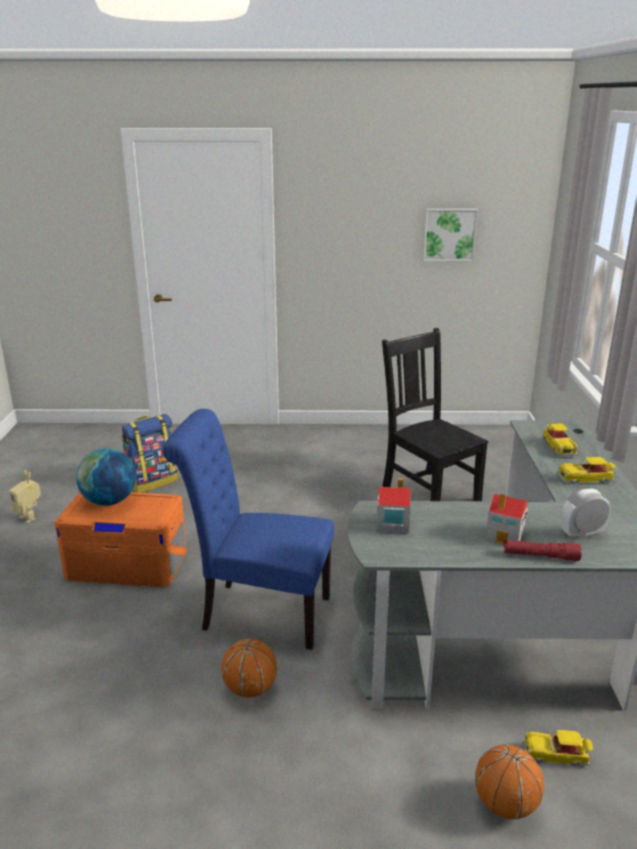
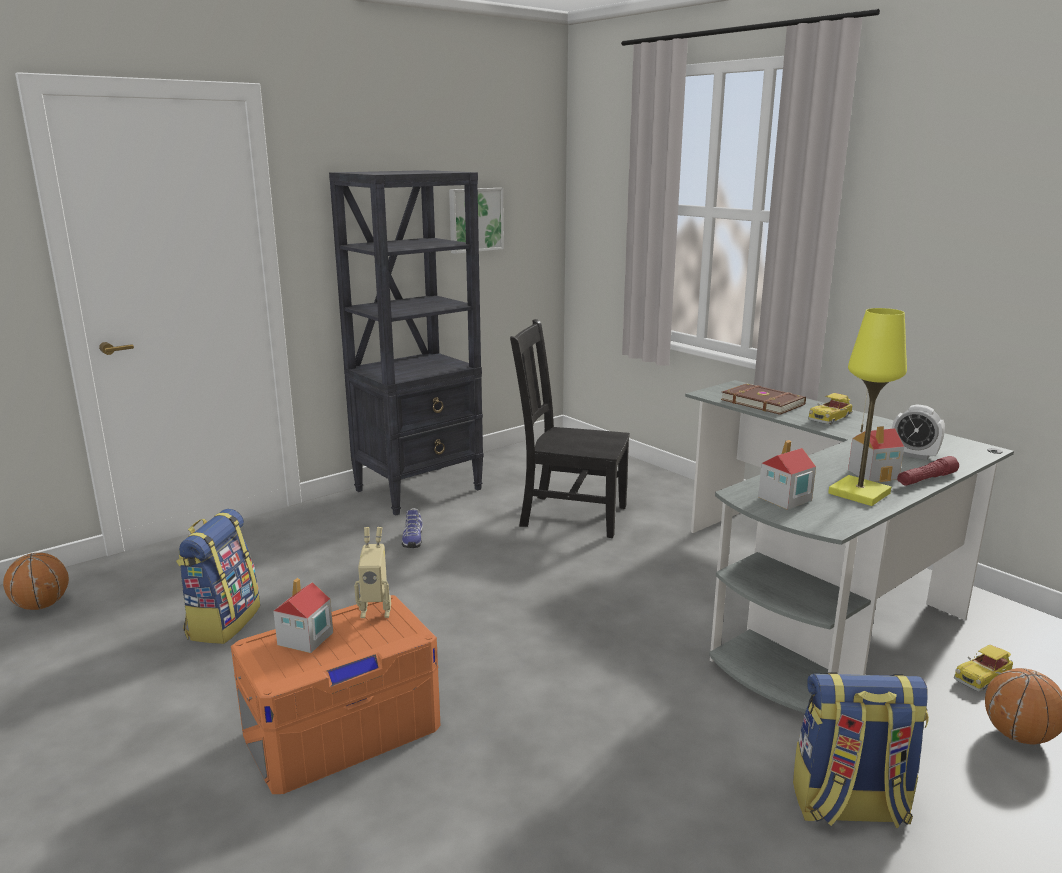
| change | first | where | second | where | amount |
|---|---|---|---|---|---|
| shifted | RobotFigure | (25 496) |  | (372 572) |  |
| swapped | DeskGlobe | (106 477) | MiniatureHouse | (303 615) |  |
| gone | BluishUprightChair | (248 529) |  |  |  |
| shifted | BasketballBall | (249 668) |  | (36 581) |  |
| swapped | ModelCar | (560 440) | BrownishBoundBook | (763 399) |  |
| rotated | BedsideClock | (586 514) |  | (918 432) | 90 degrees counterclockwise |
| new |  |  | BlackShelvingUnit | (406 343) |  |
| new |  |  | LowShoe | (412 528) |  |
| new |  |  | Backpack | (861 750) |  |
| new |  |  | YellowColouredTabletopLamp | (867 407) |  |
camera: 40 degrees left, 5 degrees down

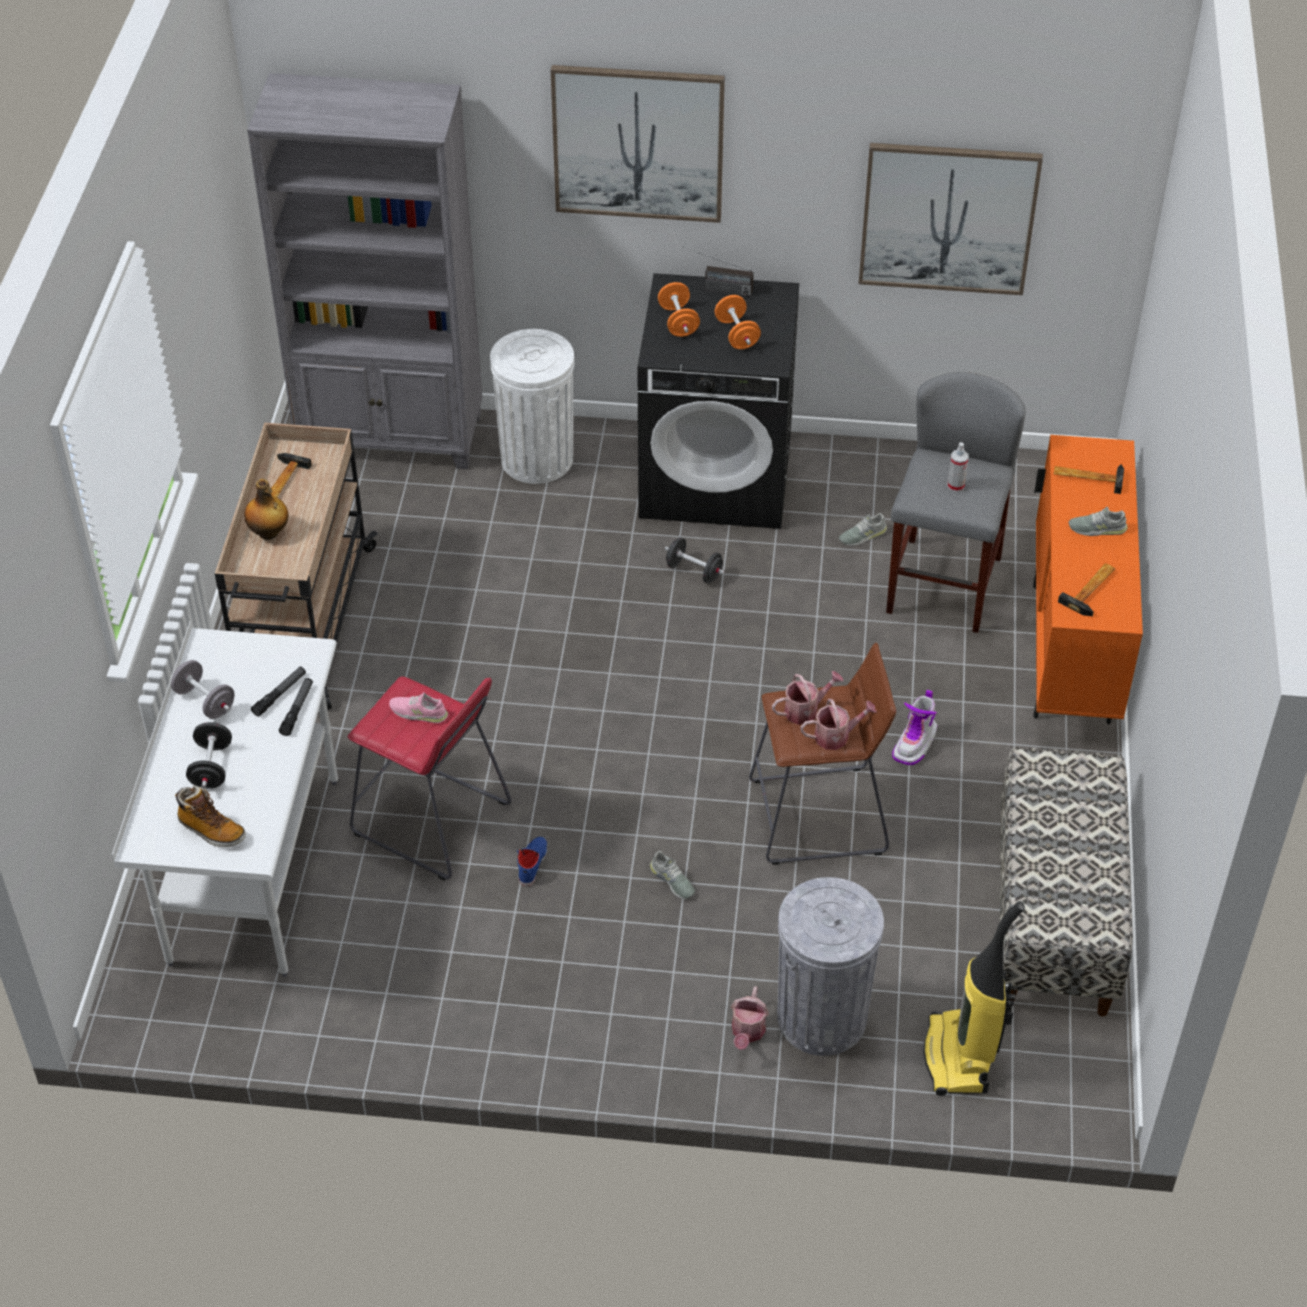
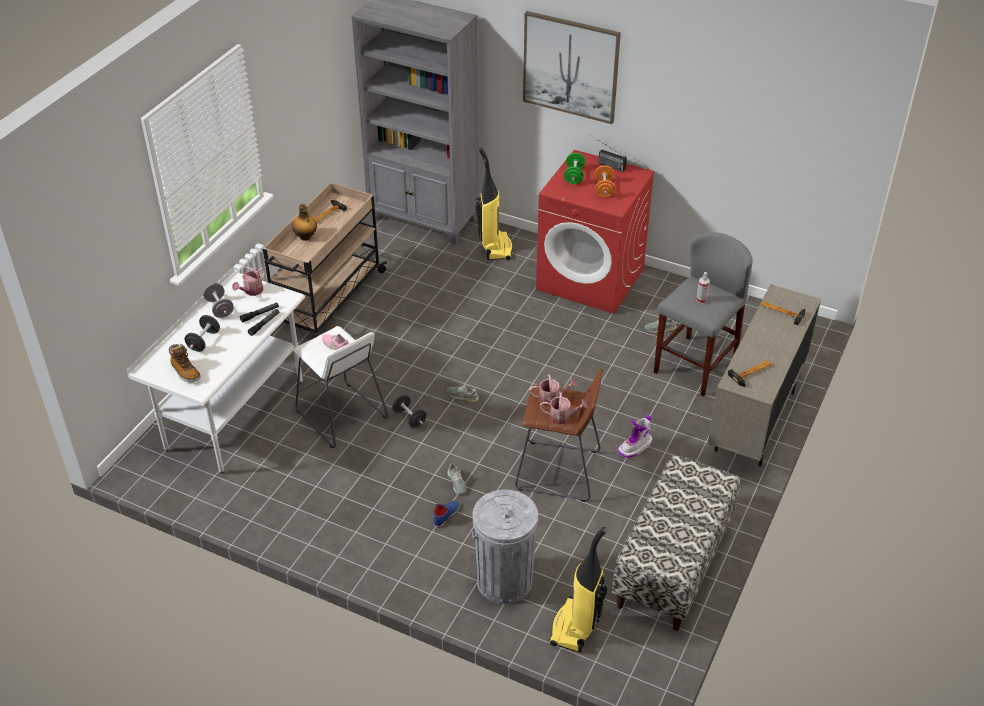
| change | first | where | second | where | amount |
|---|---|---|---|---|---|
| repainted | RedColouredStool | (430 778) | WhiteStool | (340 387) |  |
| swapped | WhiteWasteBin | (532 406) | VacuumCleaner | (494 204) |  |
| shifted | BluishLowShoe | (532 861) |  | (446 514) |  |
| repainted | BlackLaundryMachine | (718 401) | RedColouredLaundryMachine | (595 232) |  |
| repainted | OrangeDumbbell | (679 309) | GreenColouredDumbbell | (574 168) |  |
| shifted | BlackDumbbell | (695 560) |  | (409 411) |  |
| shifted | WateringPot | (750 1018) |  | (248 281) |  |
| gone | WallPicture | (951 219) |  |  |  |
| repainted | OrangeStorageCabinet | (1088 579) | SandColouredStorageCabinet | (764 375) |  |
| shifted | GreyLowShoe | (1098 521) |  | (463 393) |  |
camera: 20 degrees right, 5 degrees down

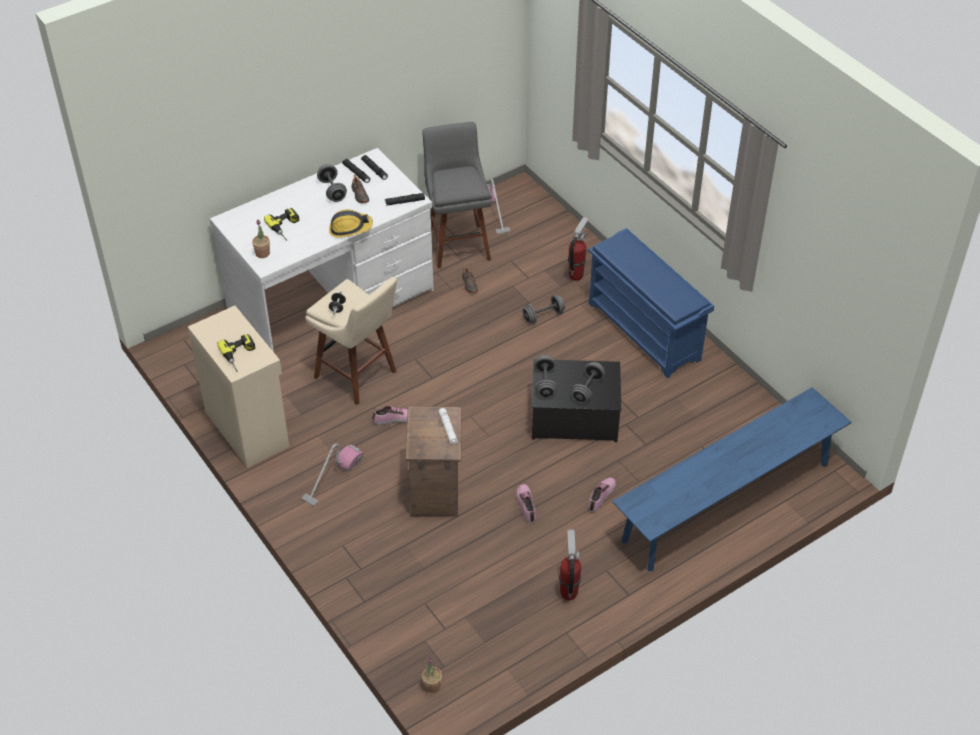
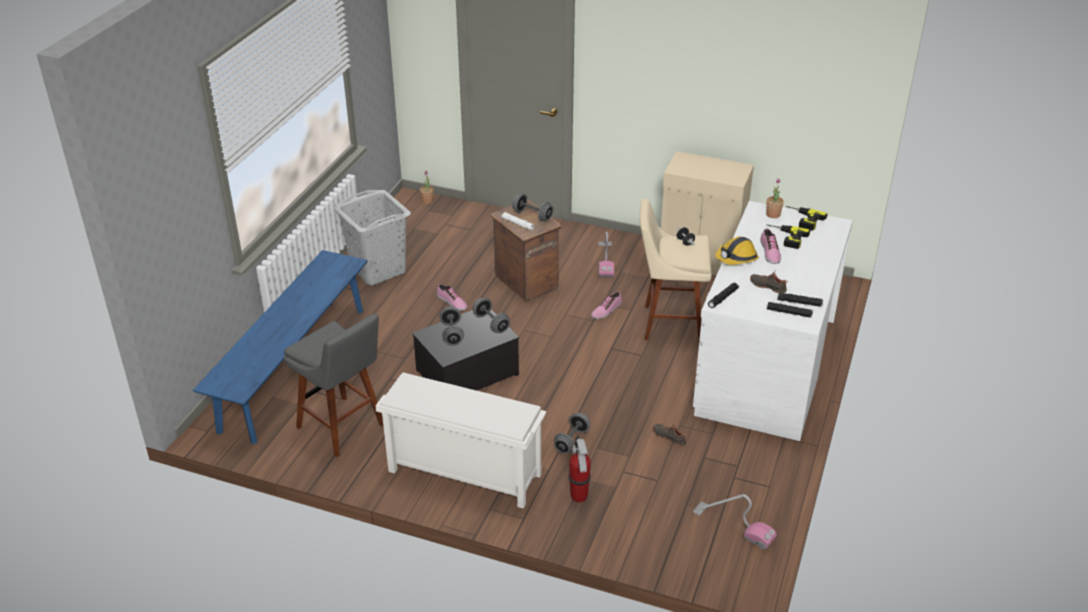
| change | first | where | second | where | amount |
|---|---|---|---|---|---|
| shifted | ElectricDrill | (236 353) |  | (807 218) |  |
| shifted | GreyDumbbell | (332 183) |  | (532 207) |  |
| shifted | GreyStool | (457 195) |  | (333 385) |  |
| swapped | FireExtinguisher | (570 565) | GreyLaundryBasket | (372 237) |  |
| repainted | BluishShoeShelf | (651 303) | WhiteShoeShelf | (461 440) |  |
| shifted | LowShoe | (602 494) |  | (770 246) |  |
camera: 145 degrees right, 10 degrees down

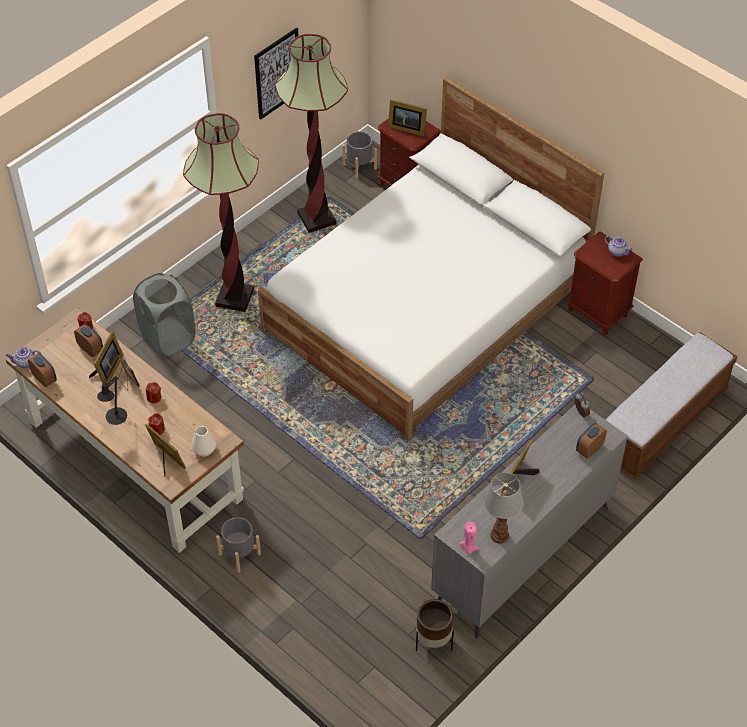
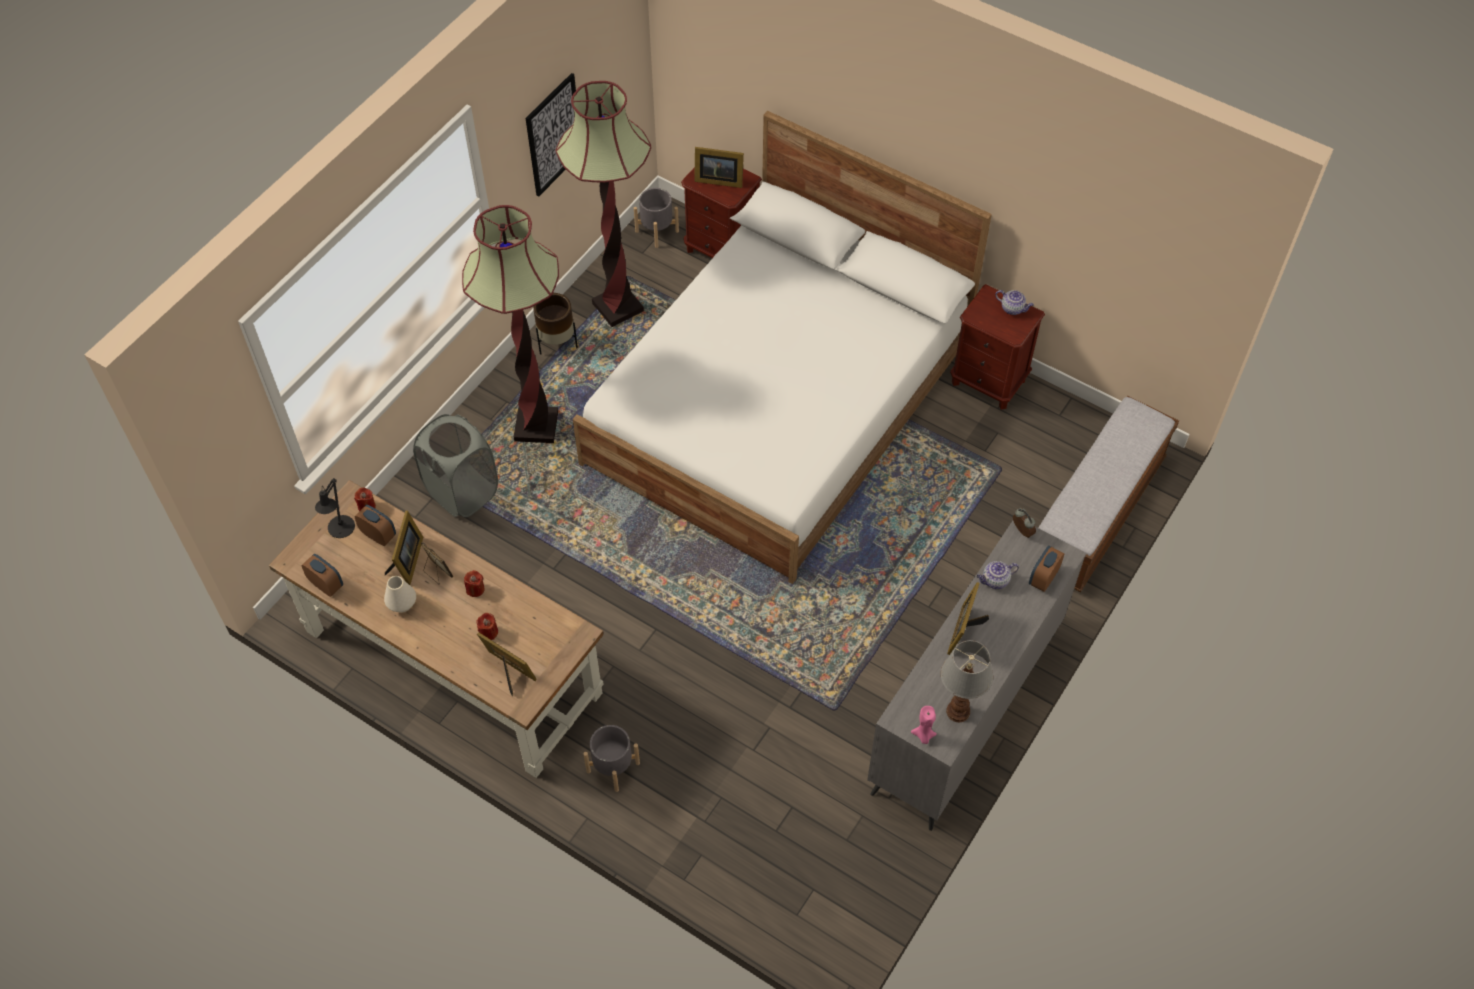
| change | first | where | second | where | amount |
|---|---|---|---|---|---|
| shifted | Teapot | (23 357) |  | (998 575) |  |
| shifted | BlackTabletopLamp | (112 400) |  | (335 508) |  |
| shifted | WhiteDecorativeVase | (203 441) |  | (400 594) |  |
| shifted | BrownishFlowerPot | (435 625) |  | (555 324) |  |
camera: 10 degrees left, 5 degrees up

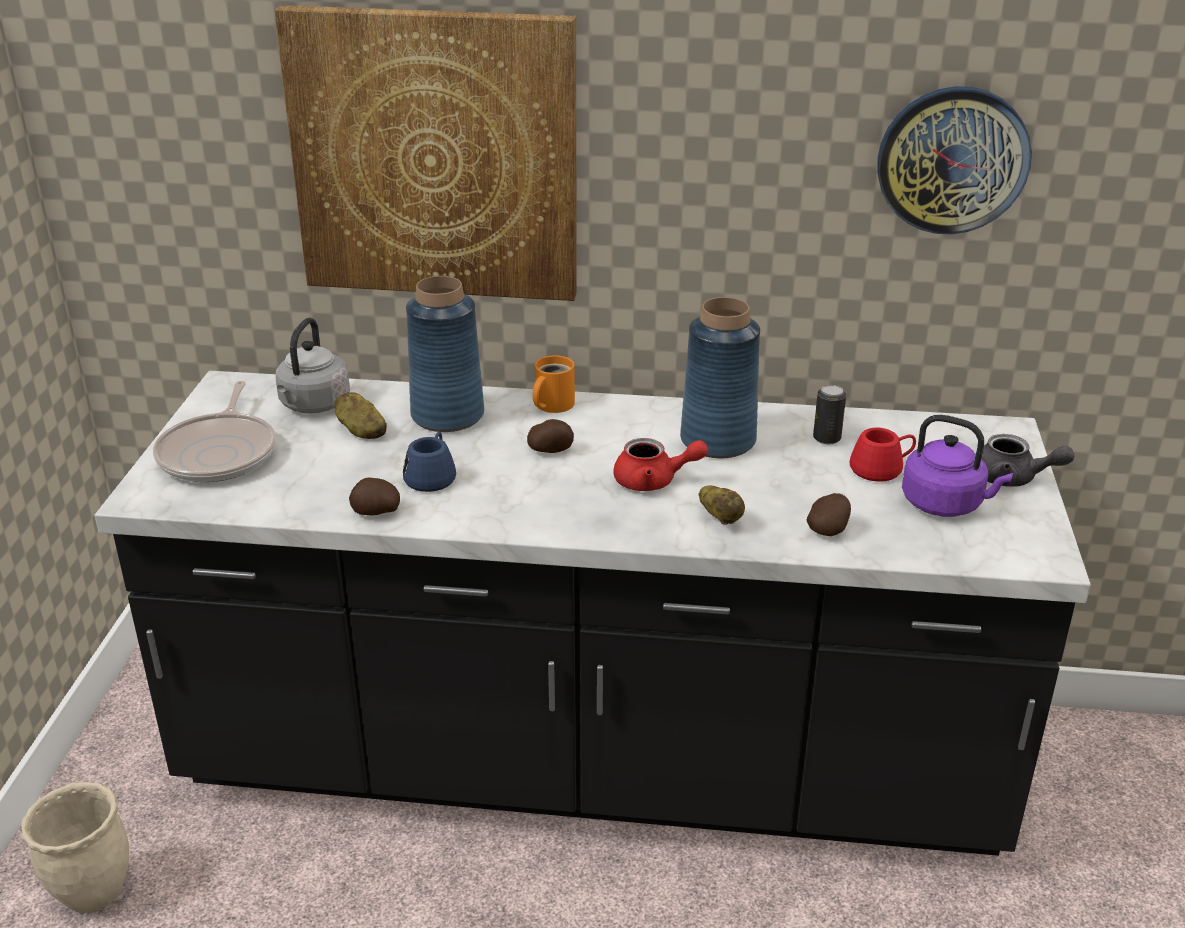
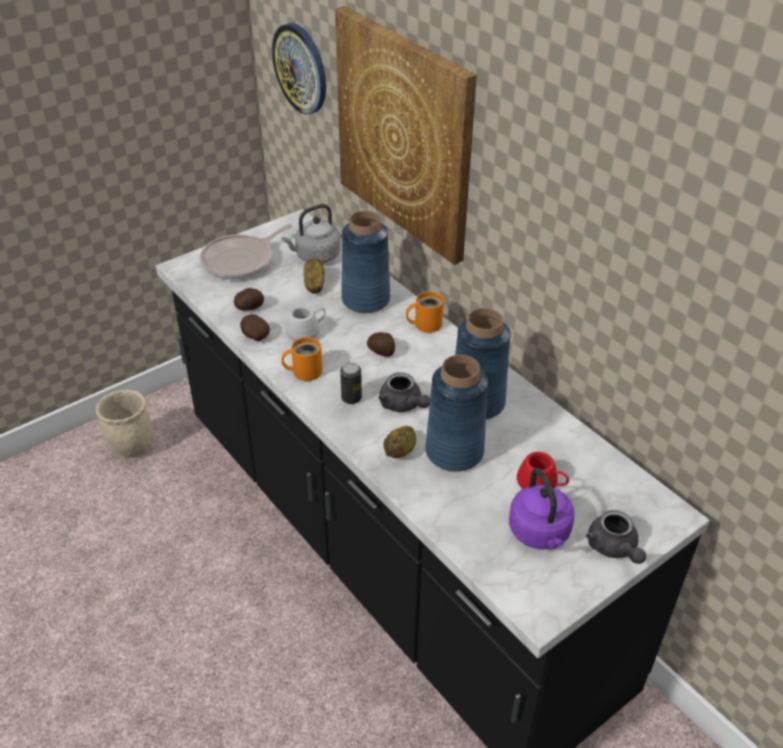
| change | first | where | second | where | amount |
|---|---|---|---|---|---|
| repainted | BluishTeaMug | (429 462) | WhiteTeaMug | (306 323) |  |
| repainted | RedColouredTeapot | (660 464) | GreyTeapot | (404 392) |  |
| shifted | WholePotato | (829 514) |  | (249 299) |  |
| shifted | Can | (829 414) |  | (351 383) |  |
| shifted | ClockOnTheWall | (954 160) |  | (299 69) |  |
| new |  |  | OrangeTeaMug | (301 359) |  |
| new |  |  | BluishDecorativeVase | (456 413) |  |
camera: 45 degrees right, 10 degrees up

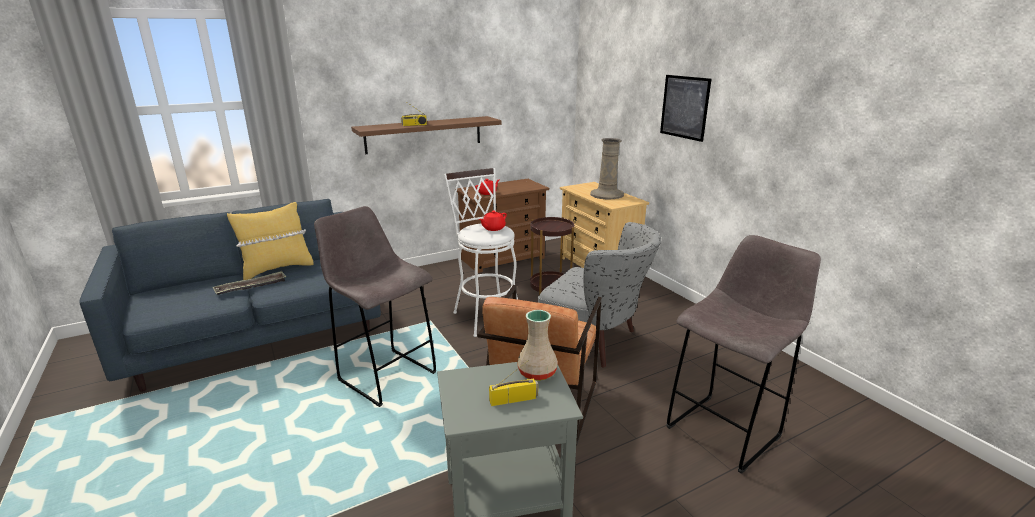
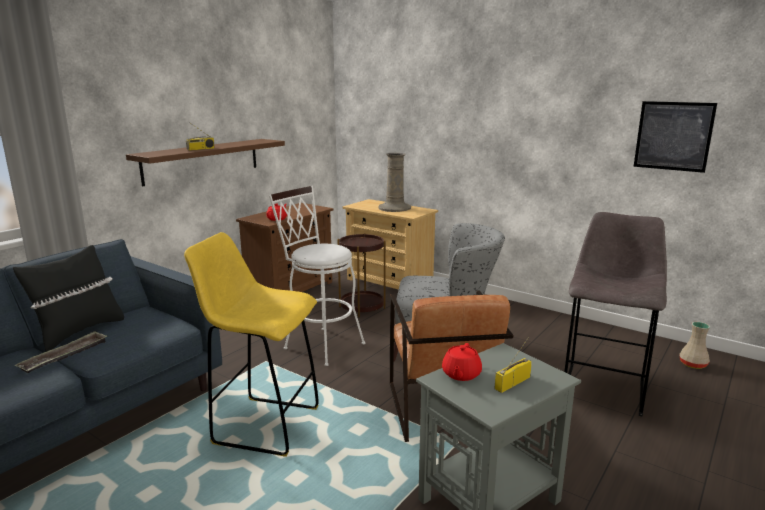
| change | first | where | second | where | amount |
|---|---|---|---|---|---|
| repainted | YellowColouredPillow | (270 241) | BlackPillow | (68 298) |  |
| repainted | GreyStool | (375 306) | YellowColouredStool | (251 344) |  |
| shifted | RedColouredTeapot | (493 221) |  | (462 362) |  |
| shifted | SandColouredDecorativeVase | (537 345) |  | (695 345) |  |
| shifted | WallPicture | (685 108) |  | (675 137) |  |
camera: 25 degrees left, 5 degrees down

